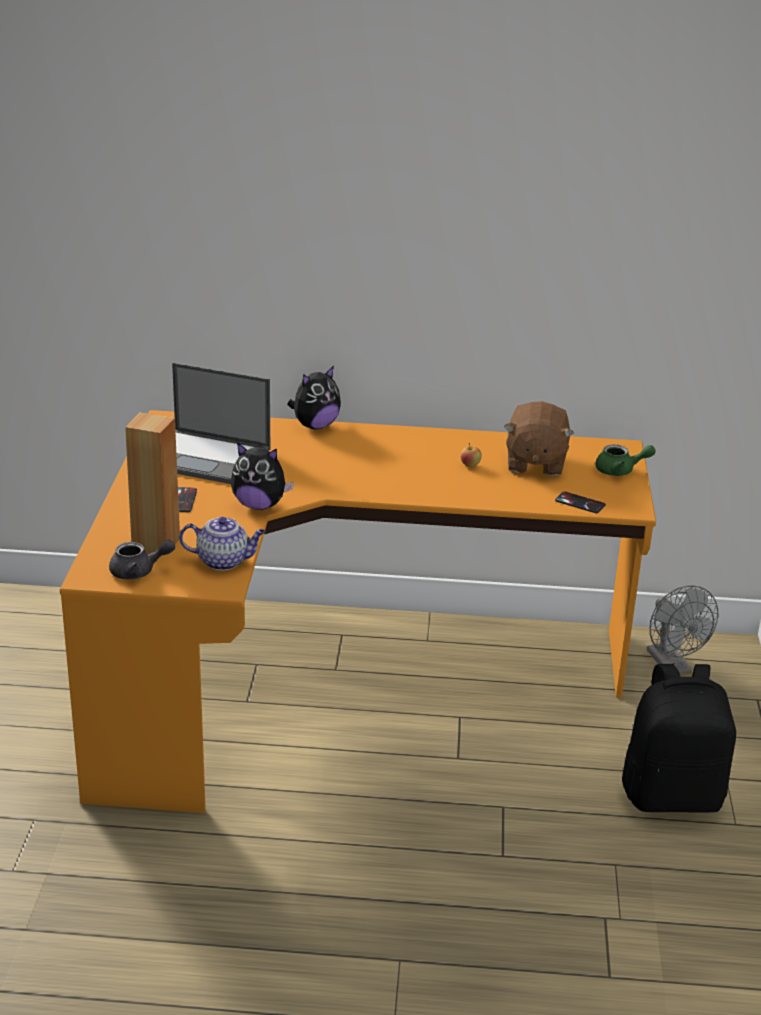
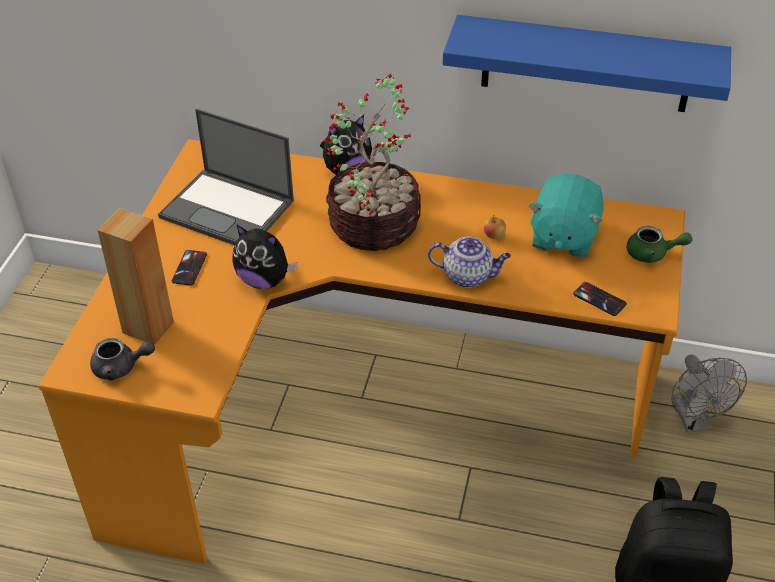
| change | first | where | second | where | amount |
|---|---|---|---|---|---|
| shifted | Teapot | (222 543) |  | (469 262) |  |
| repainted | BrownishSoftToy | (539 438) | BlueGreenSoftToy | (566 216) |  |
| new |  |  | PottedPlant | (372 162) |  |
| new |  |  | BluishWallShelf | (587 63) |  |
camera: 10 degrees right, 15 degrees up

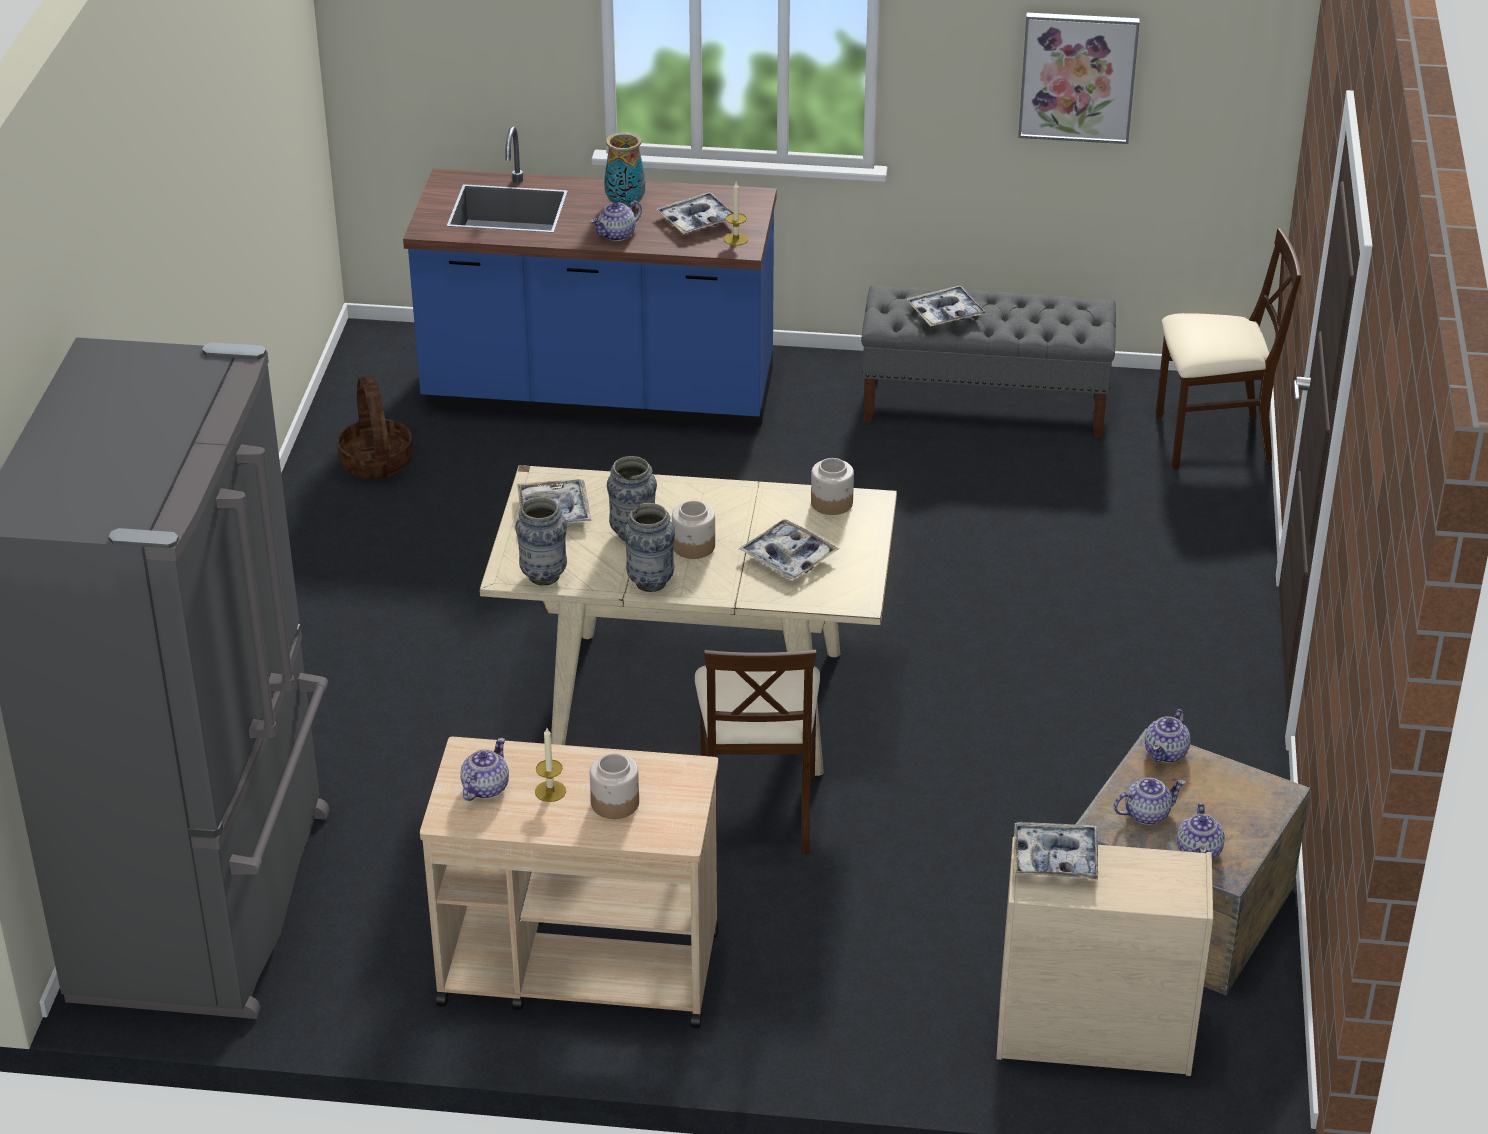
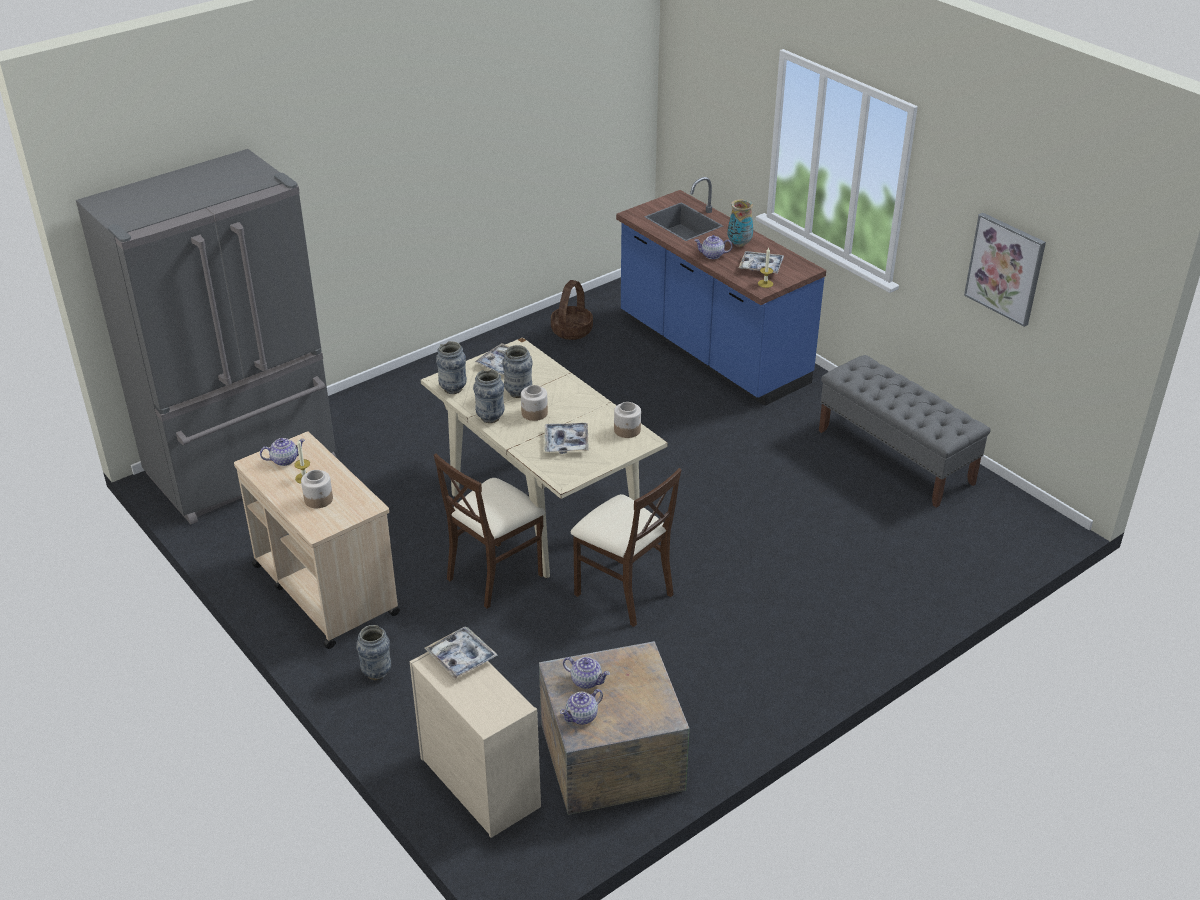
| change | first | where | second | where | amount |
|---|---|---|---|---|---|
| gone | Tray | (946 306) |  |  |  |
| gone | Teapot | (1167 736) |  |  |  |
| shifted | SandColouredUprightChair | (1228 349) |  | (626 547) |  |
| new |  |  | DecorativeVase | (374 652) |  |
camera: 45 degrees right, 0 degrees up

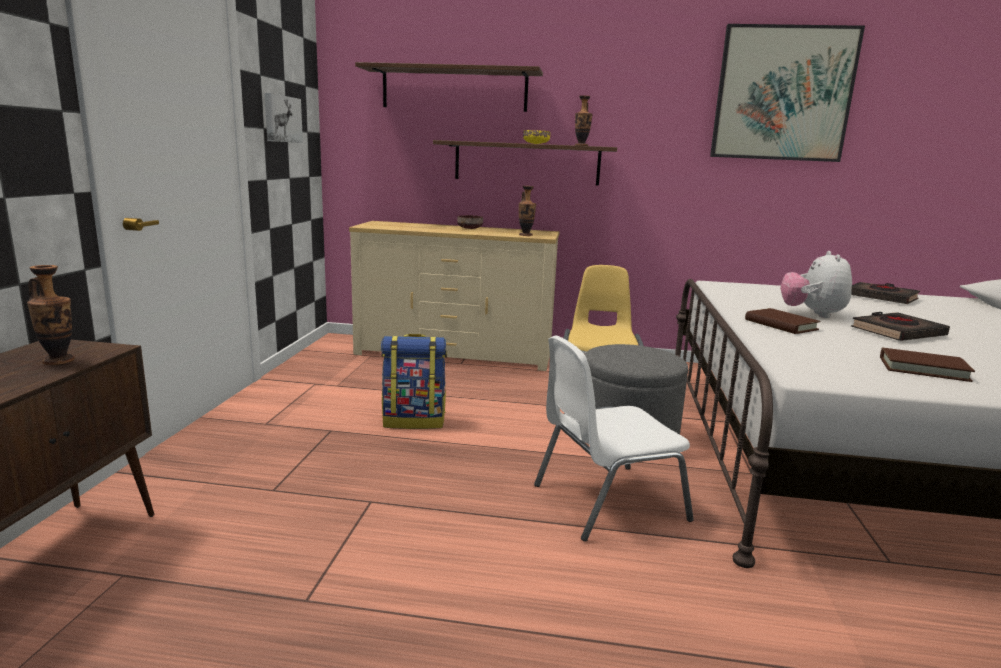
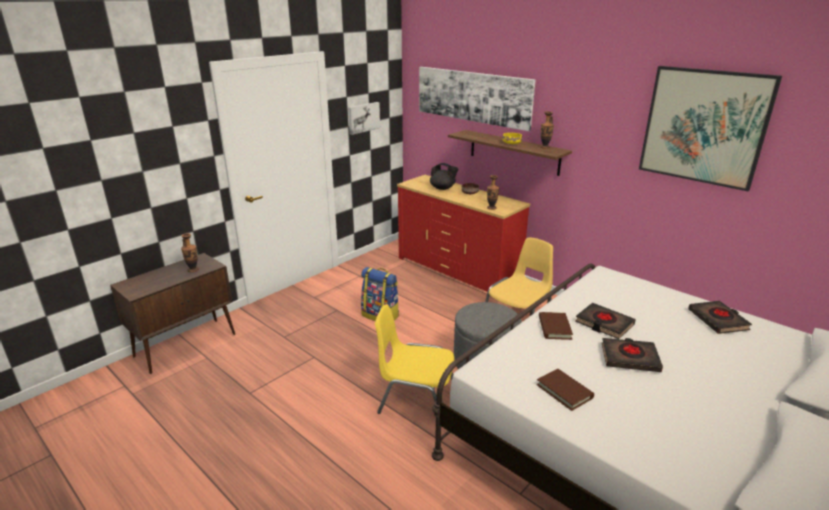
| change | first | where | second | where | amount |
|---|---|---|---|---|---|
| repainted | SandColouredChestOfDrawers | (454 296) | RedColouredChestOfDrawers | (463 233) |  |
| swapped | WallShelf | (449 87) | WallPicture | (477 99) |  |
| repainted | WhiteUprightChair | (614 439) | YellowColouredUprightChair | (414 359) |  |
| swapped | SoftToy | (816 284) | BlackBoundBook | (605 321) |  |
| new |  |  | BlackTeapot | (444 176) |  |
camera: 35 degrees right, 10 degrees up

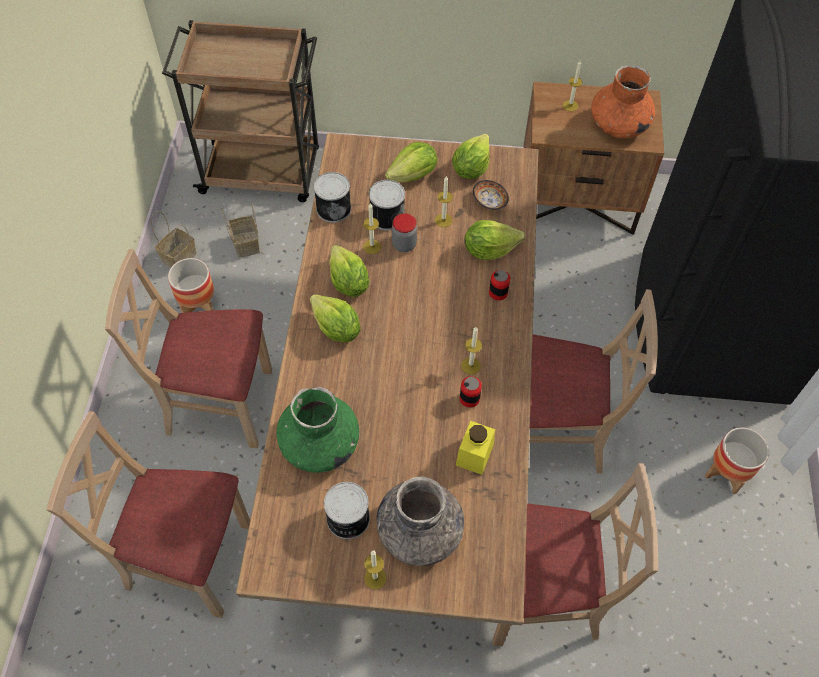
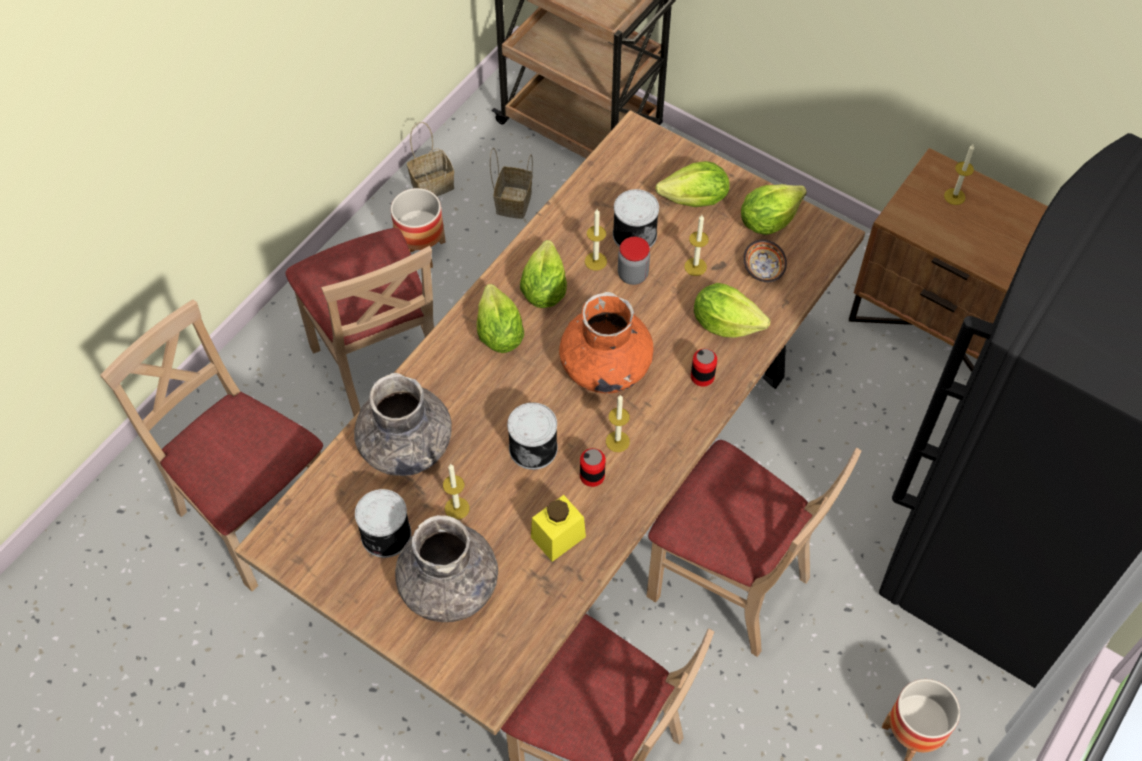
| change | first | where | second | where | amount |
|---|---|---|---|---|---|
| rotated | SandColouredUprightChair | (188 348) |  | (359 322) | 150 degrees counterclockwise |
| repainted | GreenColouredDecorativeVase | (317 430) | GreyDecorativeVase | (403 424) |  |
| shifted | Can | (332 197) |  | (532 436) |  |
| shifted | WaxCandle | (375 569) |  | (456 492) |  |
| shifted | OrangeDecorativeVase | (623 101) |  | (606 343) |  |
camera: 30 degrees right, 0 degrees up

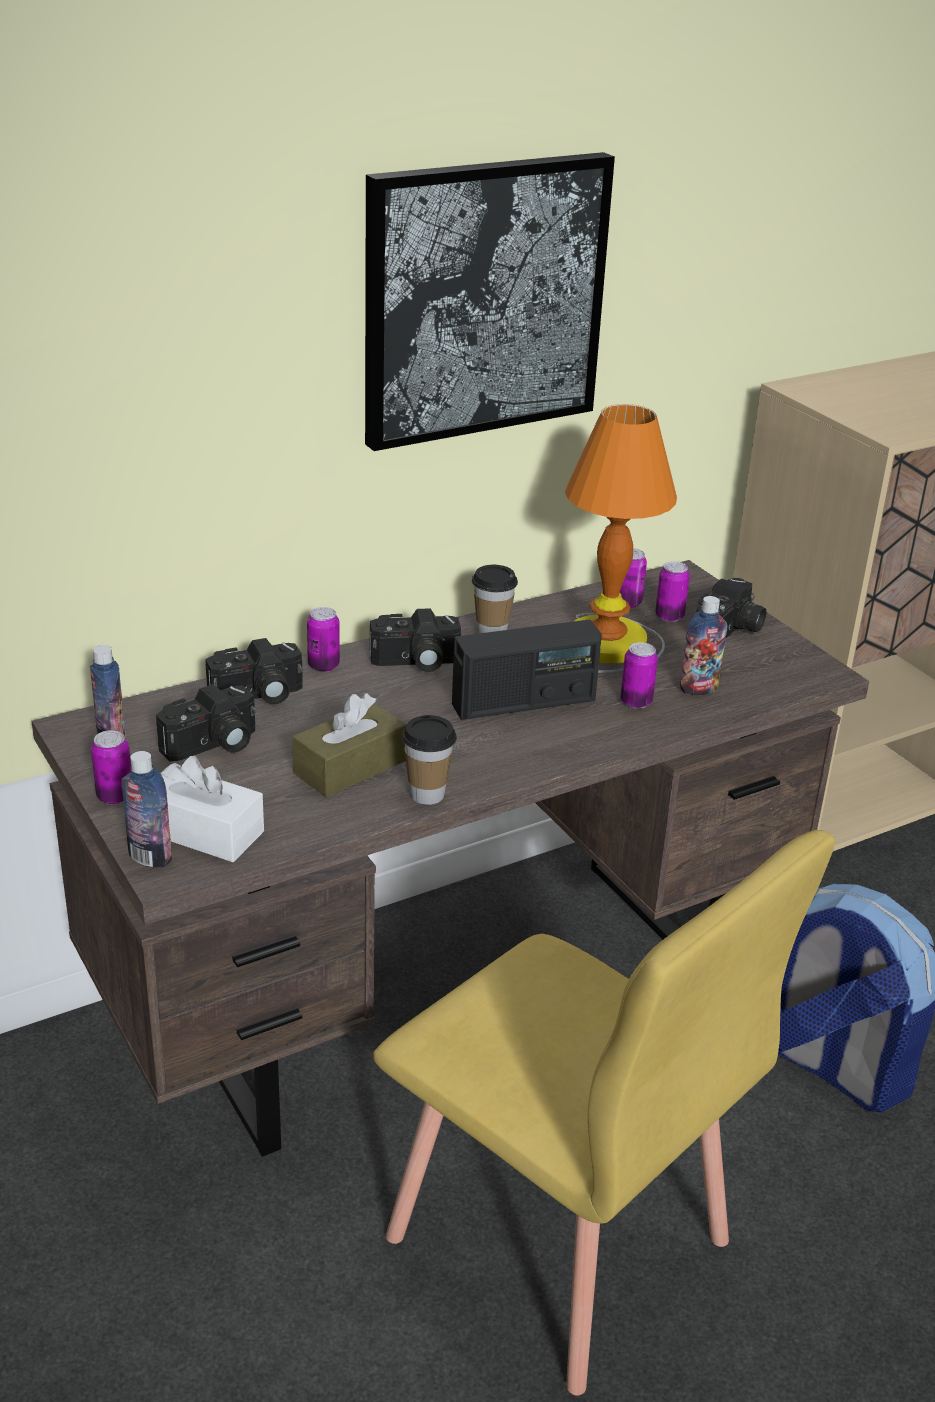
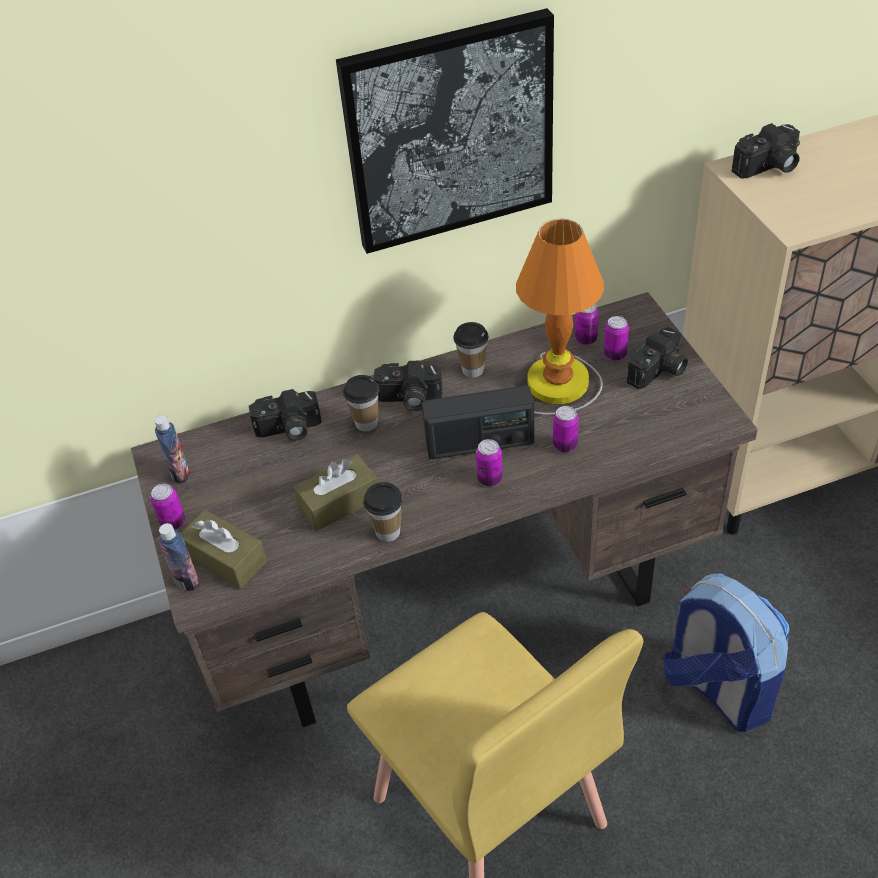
| change | first | where | second | where | amount |
|---|---|---|---|---|---|
| shifted | PhotoCamera | (206 722) |  | (766 150) |  |
| repainted | WhiteTissueHolder | (212 809) | BrownishTissueHolder | (223 549) |  |
| shifted | Can | (323 639) |  | (489 462) |  |
| gone | DrinkBottle | (703 645) |  |  |  |
| new |  |  | DrinkingCup | (361 403) |  |
camera: 15 degrees right, 15 degrees up

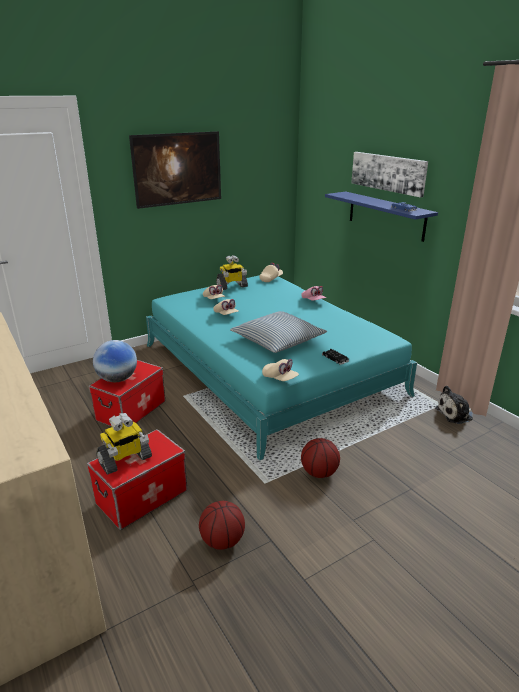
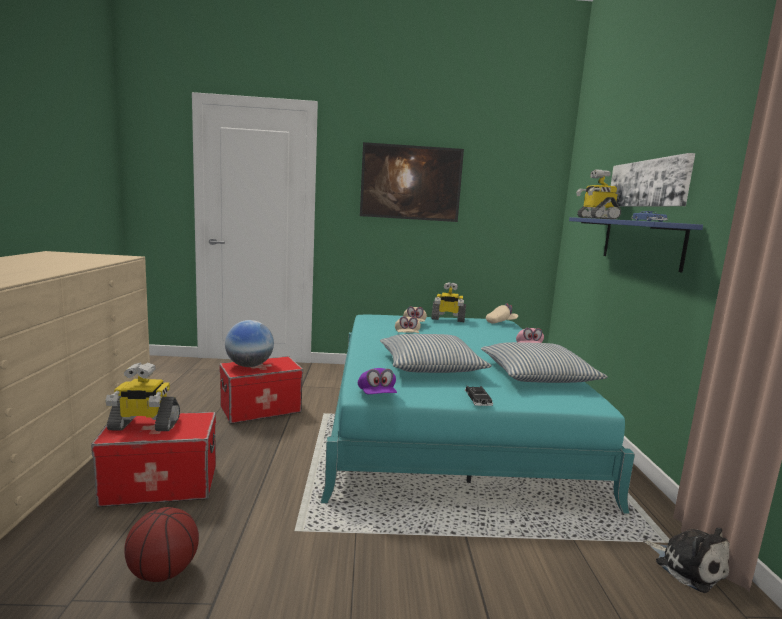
| change | first | where | second | where | amount |
|---|---|---|---|---|---|
| repainted | SandColouredBaseballCap | (280 370) | PurplishBaseballCap | (377 381) |  |
| gone | BasketballBall | (320 458) |  |  |  |
| rotated | SoftToy | (454 405) |  | (686 560) | 135 degrees counterclockwise |
| new |  |  | Pillow | (544 362) |  |
| new |  |  | RobotFigure | (598 194) |  |
camera: 30 degrees right, 15 degrees down

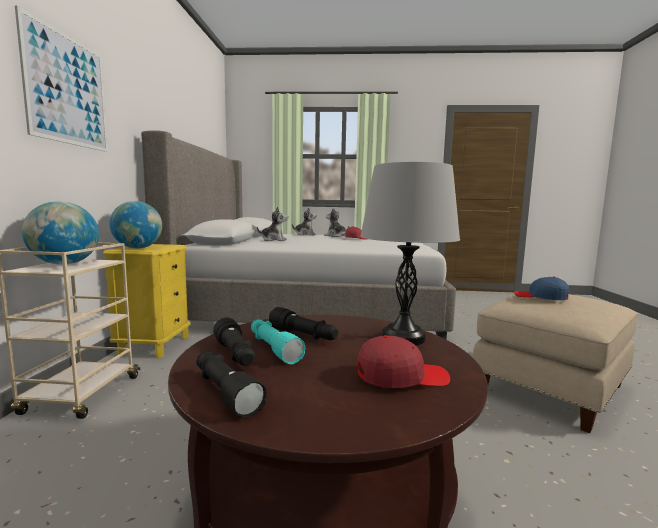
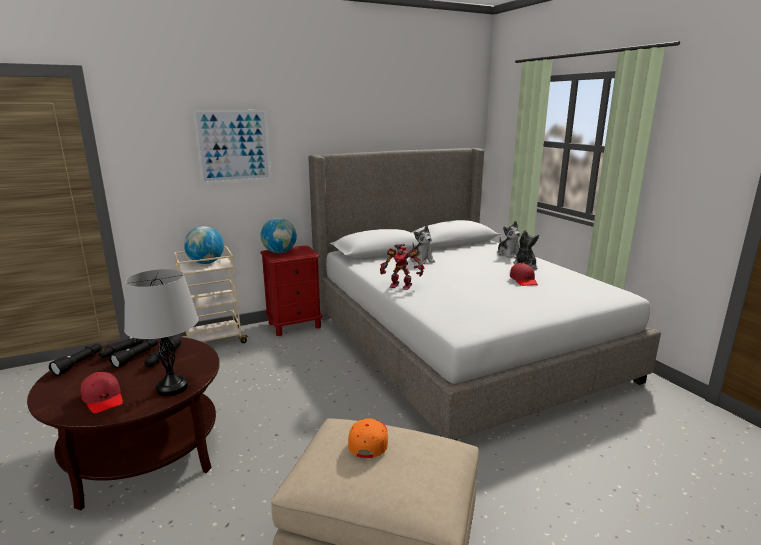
| change | first | where | second | where | amount |
|---|---|---|---|---|---|
| repainted | YellowColouredNightstand | (147 301) | RedColouredNightstand | (291 290) |  |
| repainted | BlueGreenFlashlight | (278 342) | BlackFlashlight | (134 353) |  |
| repainted | BluishBaseballCap | (542 288) | OrangeBaseballCap | (368 438) |  |
| new |  |  | RobotFigure | (402 267) |  |
camera: 60 degrees right, 10 degrees up

